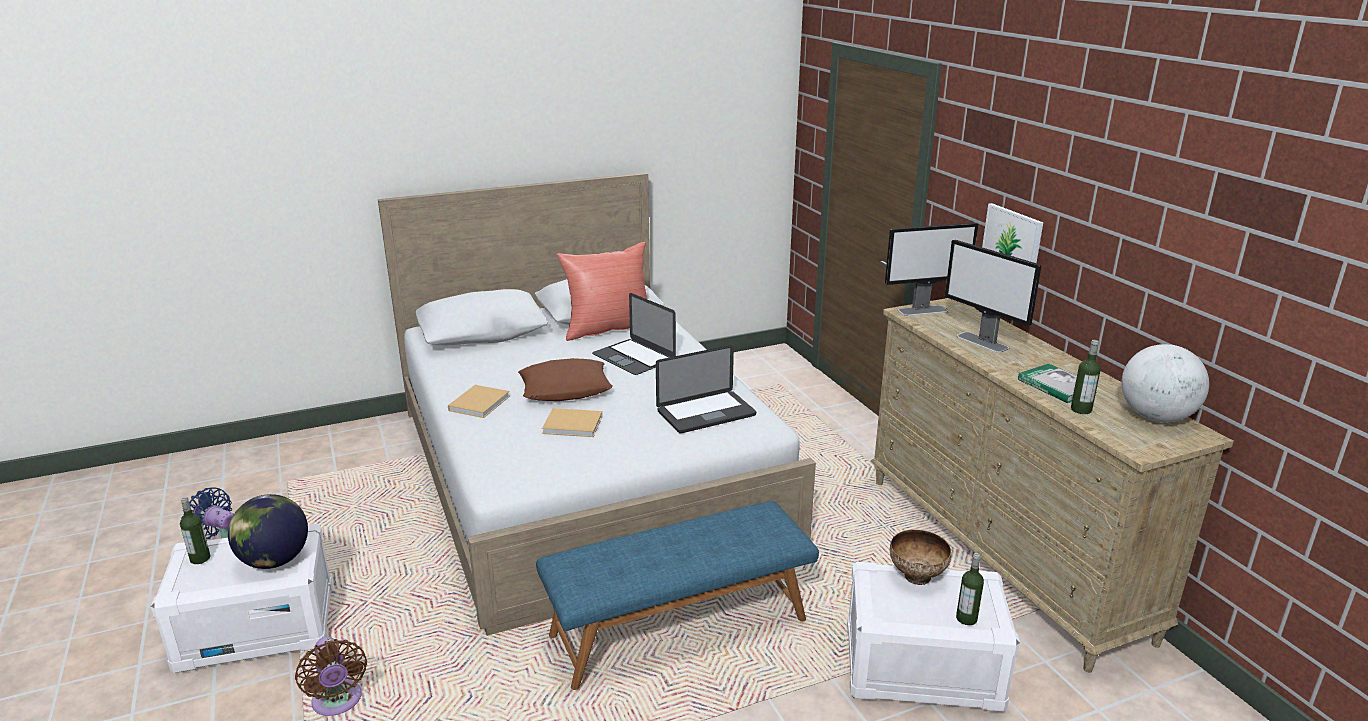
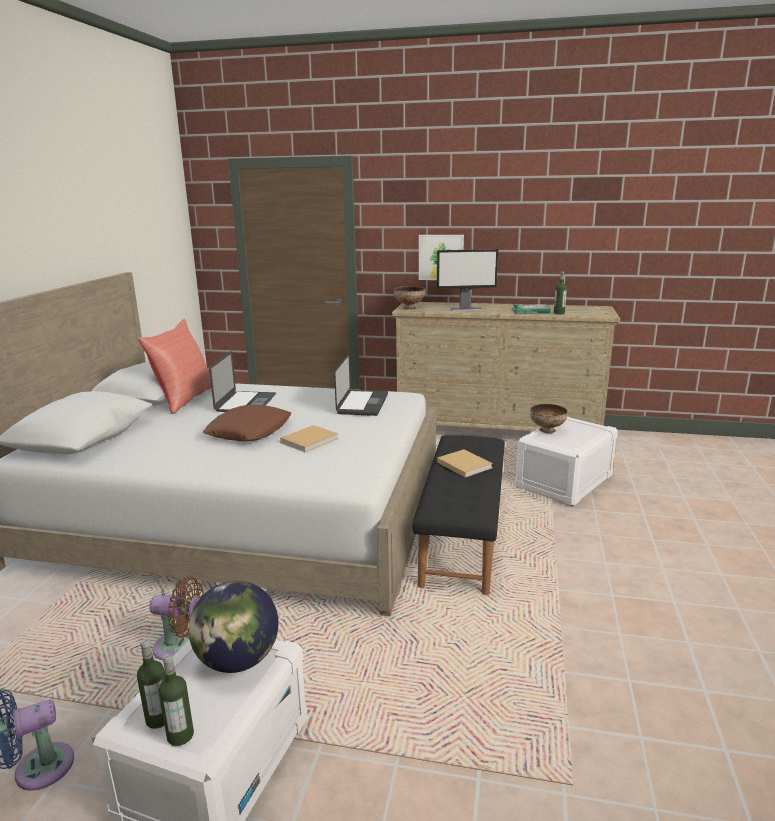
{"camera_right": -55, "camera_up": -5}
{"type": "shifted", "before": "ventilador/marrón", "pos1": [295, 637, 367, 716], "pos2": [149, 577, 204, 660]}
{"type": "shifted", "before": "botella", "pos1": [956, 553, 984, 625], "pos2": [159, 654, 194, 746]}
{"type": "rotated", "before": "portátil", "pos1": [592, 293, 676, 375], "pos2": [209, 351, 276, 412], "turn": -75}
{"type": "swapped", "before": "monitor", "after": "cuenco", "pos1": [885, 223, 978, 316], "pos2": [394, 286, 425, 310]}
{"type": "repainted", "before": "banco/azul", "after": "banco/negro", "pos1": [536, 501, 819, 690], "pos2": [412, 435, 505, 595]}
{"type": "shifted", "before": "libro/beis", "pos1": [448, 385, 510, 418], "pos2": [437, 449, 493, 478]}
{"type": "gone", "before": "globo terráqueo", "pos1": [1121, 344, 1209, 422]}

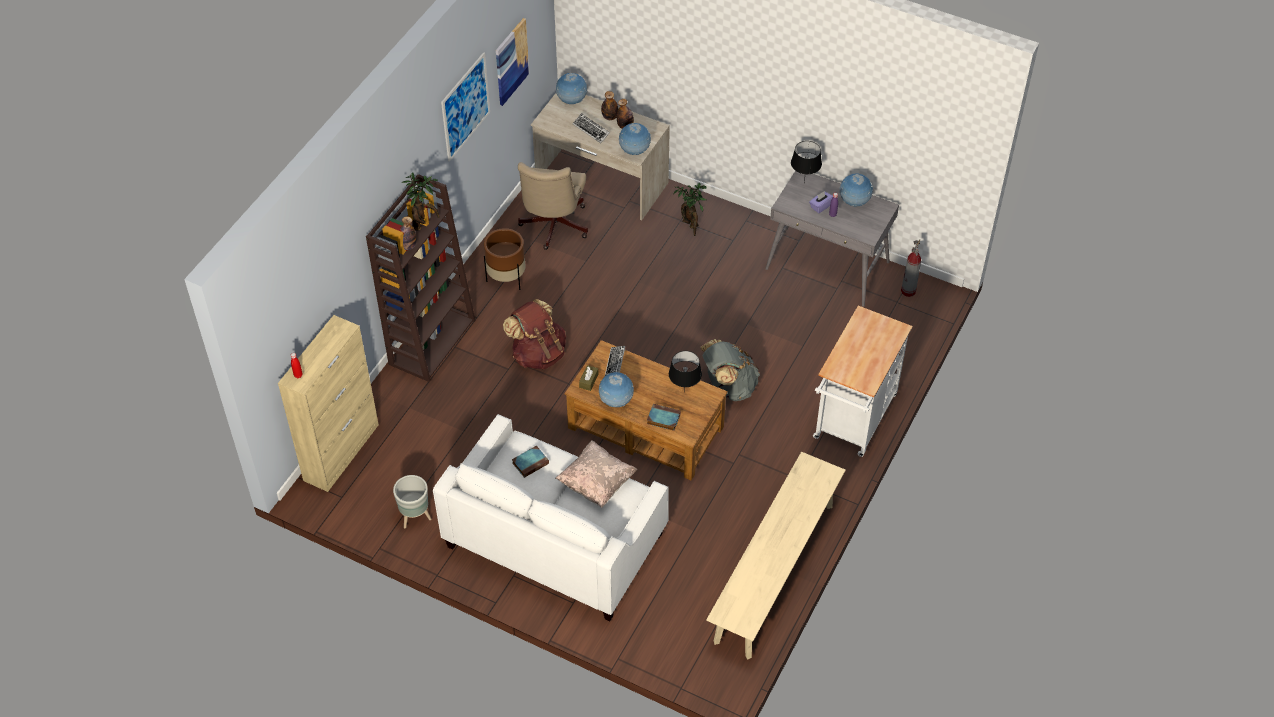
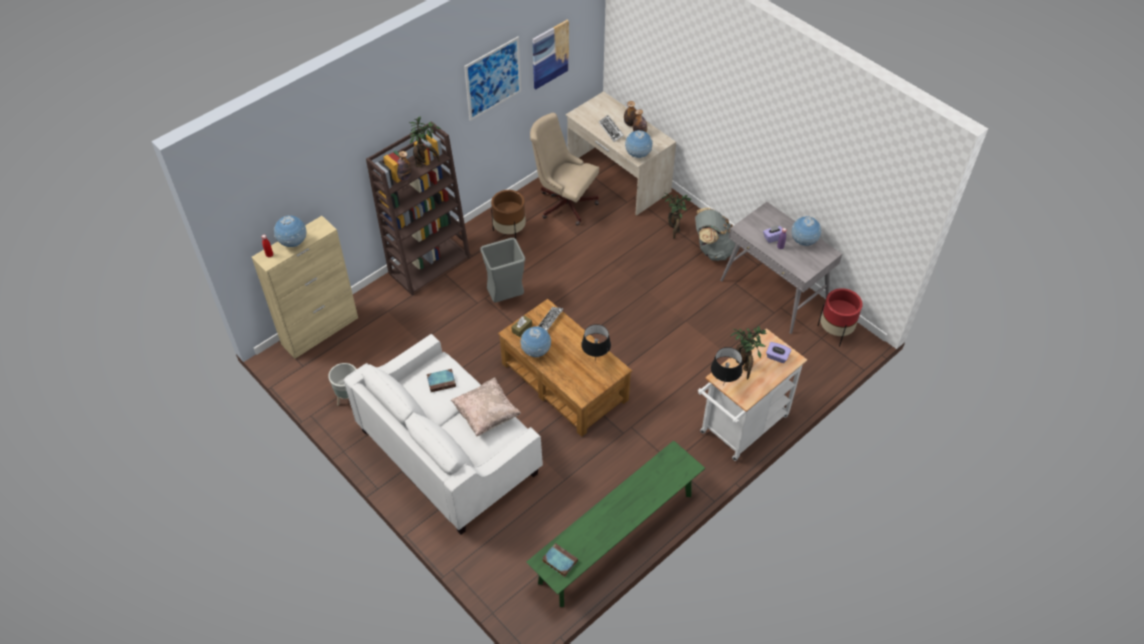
{"camera_right": 20, "camera_up": 0}
{"type": "shifted", "before": "globo terráqueo", "pos1": [556, 73, 588, 104], "pos2": [274, 215, 307, 247]}
{"type": "swapped", "before": "mochila/marrón", "after": "papelera/gris", "pos1": [503, 299, 566, 370], "pos2": [481, 238, 525, 303]}
{"type": "repainted", "before": "banco/beis", "after": "banco/verde", "pos1": [706, 452, 846, 660], "pos2": [526, 440, 705, 607]}
{"type": "rotated", "before": "silla de oficina/beis", "pos1": [518, 162, 588, 250], "pos2": [530, 113, 599, 226], "turn": 90}
{"type": "shifted", "before": "libro", "pos1": [647, 404, 681, 431], "pos2": [542, 543, 578, 577]}
{"type": "shifted", "before": "mochila/gris", "pos1": [700, 339, 760, 401], "pos2": [695, 208, 736, 261]}
{"type": "shifted", "before": "lámpara de mesa/negro", "pos1": [791, 141, 822, 183], "pos2": [711, 347, 743, 386]}
{"type": "new", "after": "planta en maceta", "pos2": [731, 326, 767, 379]}
{"type": "new", "after": "caja de pañuelos/morado", "pos2": [766, 342, 791, 363]}
{"type": "swapped", "before": "extintor", "after": "maceta/rojo", "pos1": [901, 239, 921, 297], "pos2": [818, 288, 862, 347]}

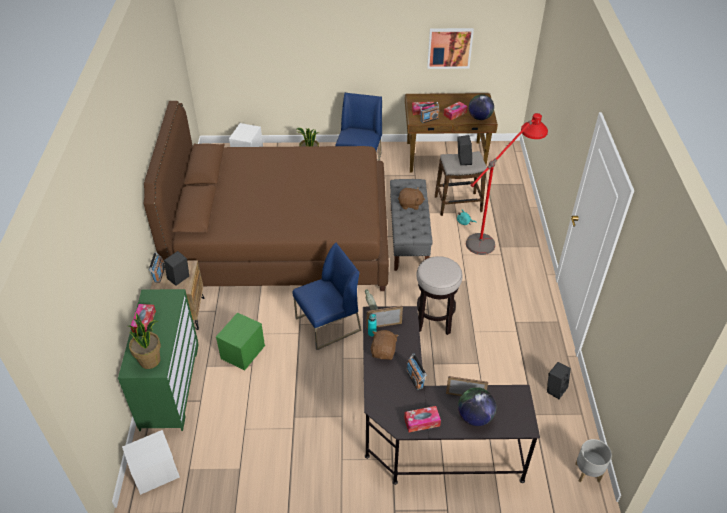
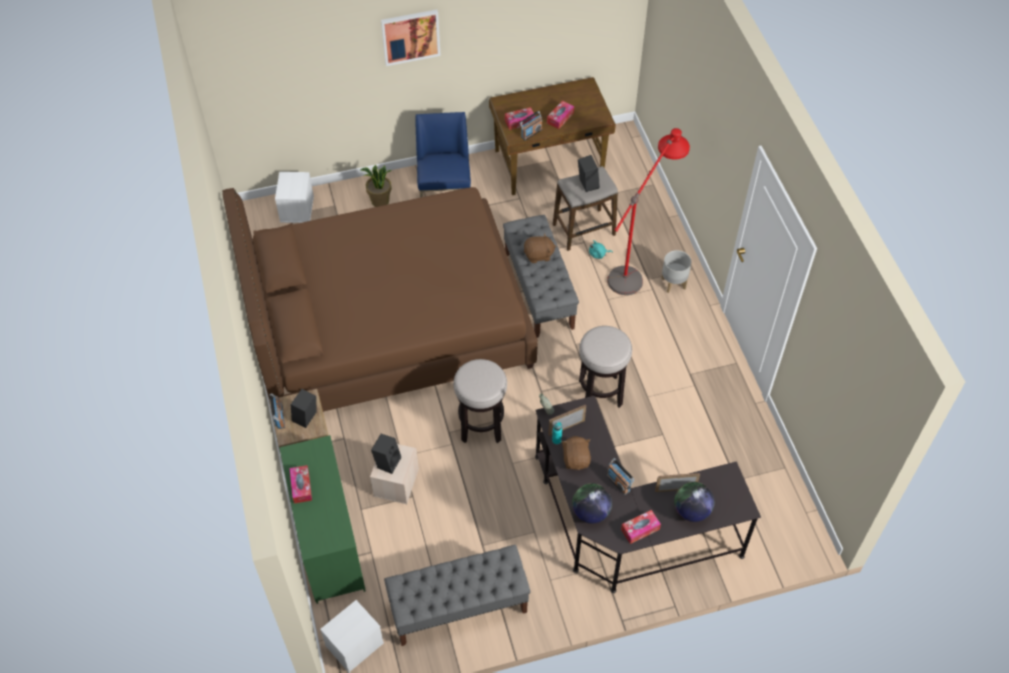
{"camera_right": -15, "camera_up": 10}
{"type": "repainted", "before": "caja de almacenaje/verde", "after": "caja de almacenaje/beis", "pos1": [216, 312, 265, 371], "pos2": [370, 444, 419, 504]}
{"type": "shifted", "before": "altavoz/negro", "pos1": [547, 362, 571, 399], "pos2": [371, 434, 401, 474]}
{"type": "shifted", "before": "cuadro", "pos1": [427, 28, 474, 69], "pos2": [381, 10, 441, 66]}
{"type": "new", "after": "banco/gris", "pos2": [384, 545, 531, 646]}
{"type": "swapped", "before": "silla/azul", "after": "taburete", "pos1": [293, 243, 361, 350], "pos2": [453, 359, 507, 443]}
{"type": "shifted", "before": "globo terráqueo", "pos1": [469, 94, 494, 120], "pos2": [572, 483, 612, 524]}
{"type": "shifted", "before": "maceta/gris", "pos1": [575, 439, 612, 483], "pos2": [661, 250, 691, 293]}
{"type": "gone", "before": "planta en maceta", "pos1": [129, 313, 161, 369]}

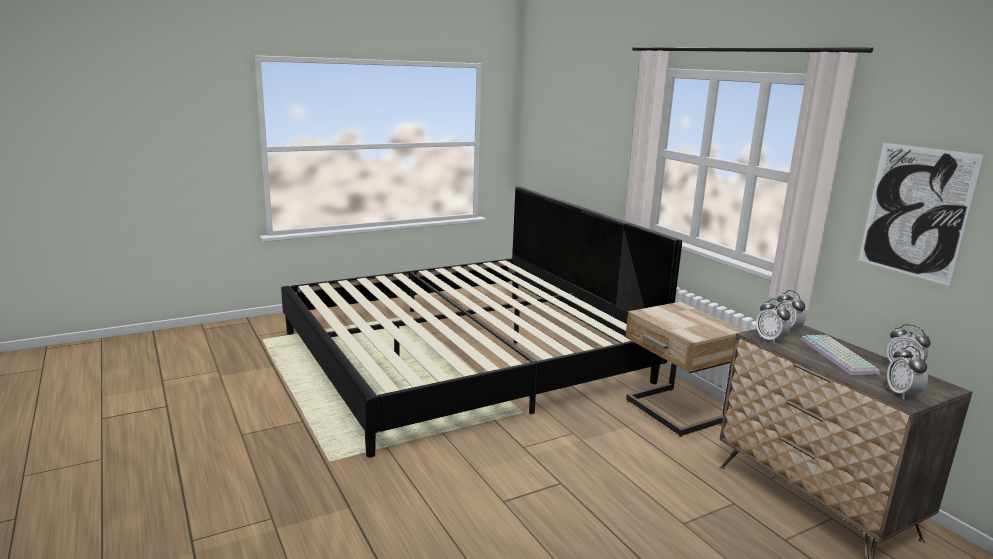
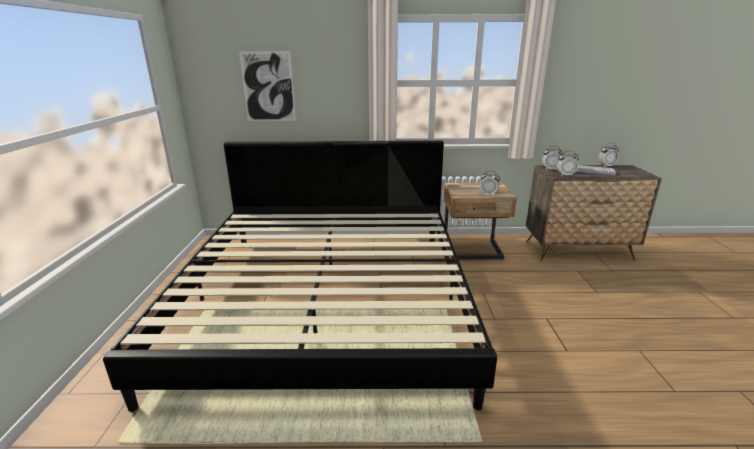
{"camera_right": -60, "camera_up": 5}
{"type": "shifted", "before": "cuadro", "pos1": [859, 143, 984, 286], "pos2": [239, 51, 296, 121]}
{"type": "shifted", "before": "despertador", "pos1": [887, 346, 928, 399], "pos2": [480, 171, 500, 196]}

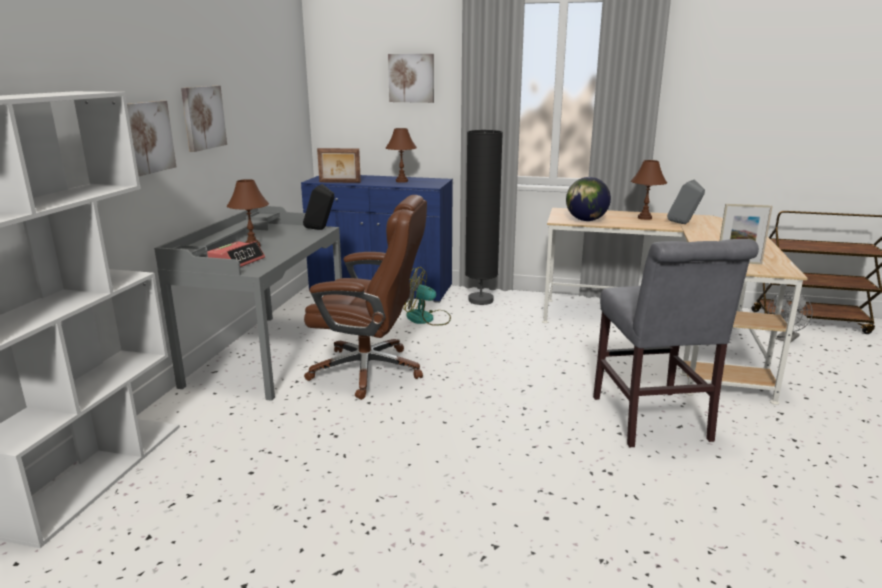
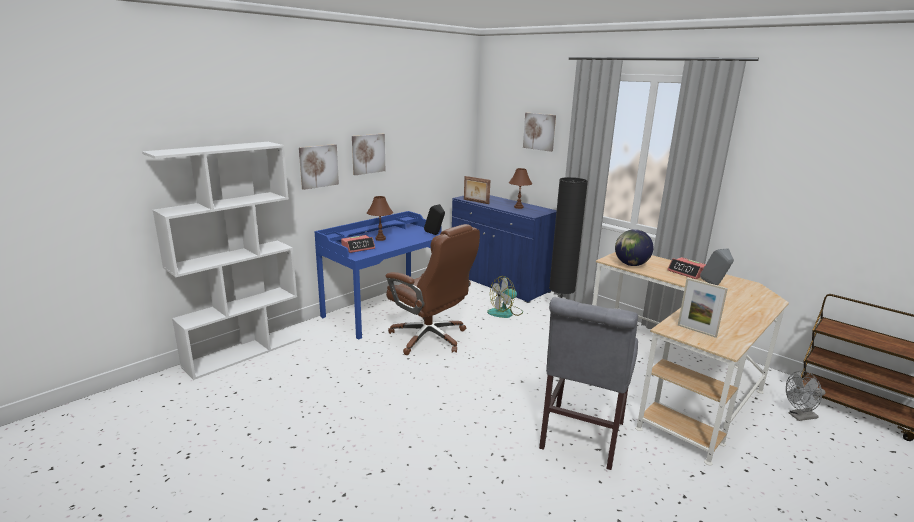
{"camera_right": 30, "camera_up": 0}
{"type": "repainted", "before": "escritorio/gris", "after": "escritorio/azul", "pos1": [154, 206, 342, 401], "pos2": [314, 211, 442, 340]}
{"type": "rotated", "before": "ventilador", "pos1": [404, 267, 451, 326], "pos2": [487, 276, 523, 318], "turn": -75}
{"type": "swapped", "before": "lámpara de mesa/marrón", "after": "despertador", "pos1": [631, 160, 667, 220], "pos2": [667, 257, 706, 279]}

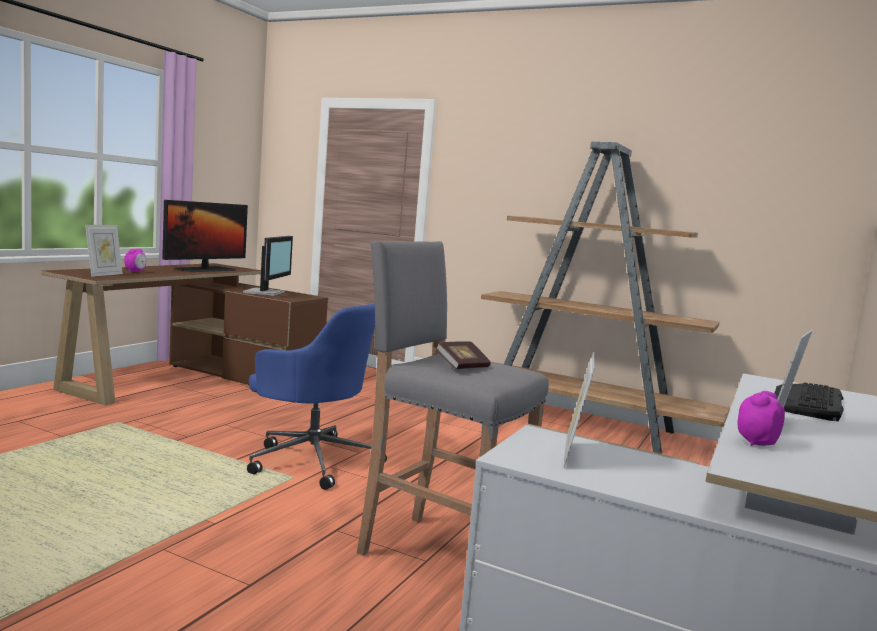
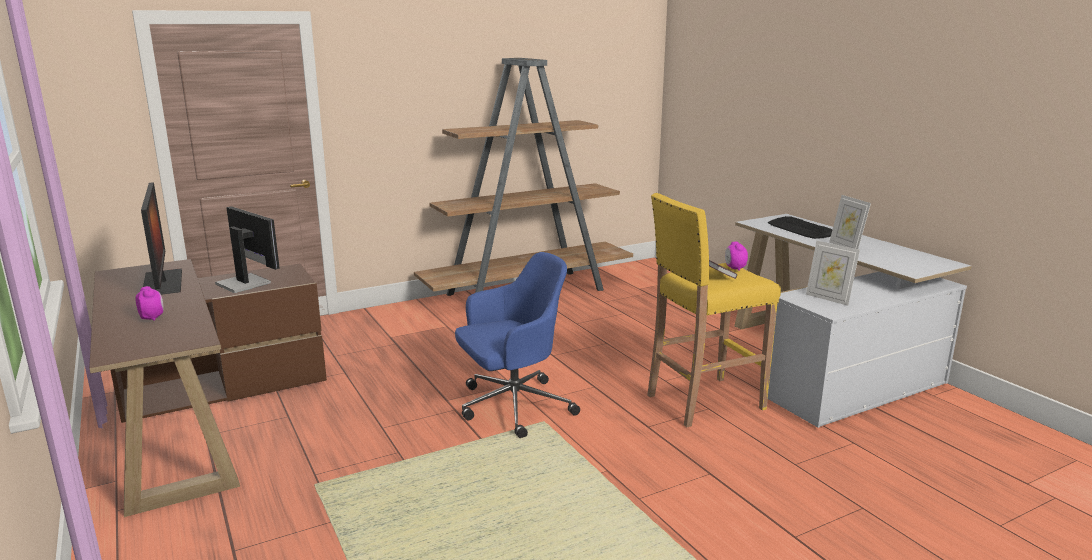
{"camera_right": -55, "camera_up": 10}
{"type": "repainted", "before": "taburete/gris", "after": "taburete/amarillo", "pos1": [357, 241, 549, 556], "pos2": [647, 193, 781, 428]}
{"type": "shifted", "before": "despertador", "pos1": [738, 391, 785, 446], "pos2": [725, 242, 748, 271]}
{"type": "gone", "before": "portarretratos", "pos1": [85, 225, 123, 277]}

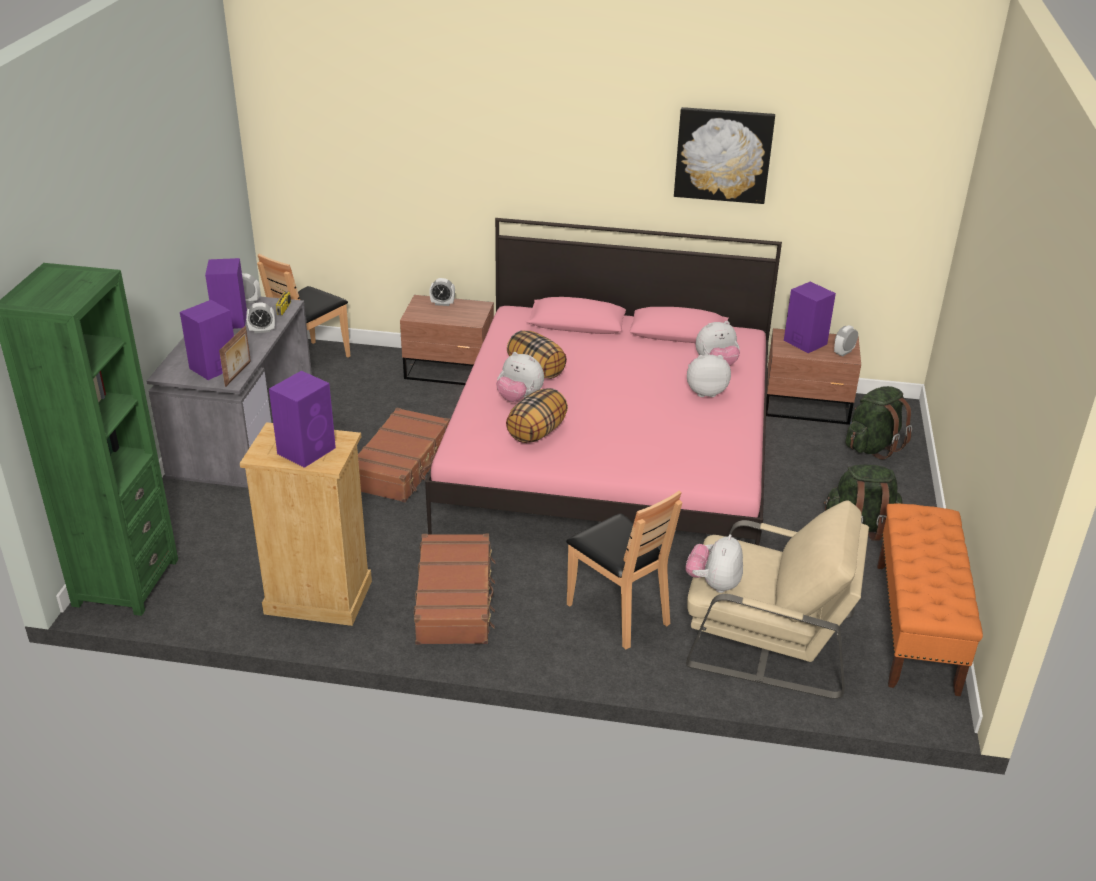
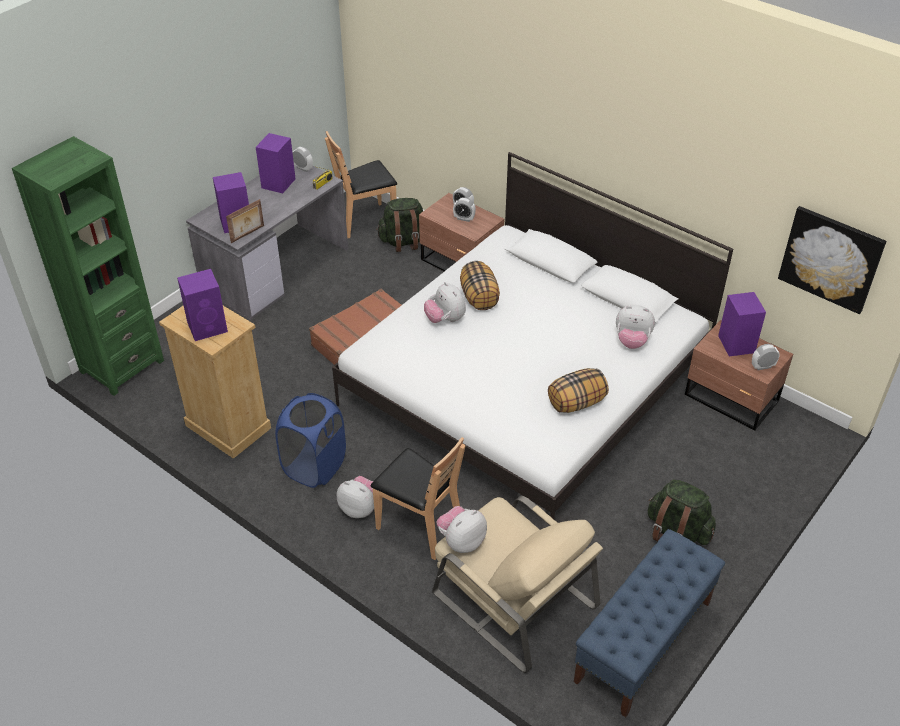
{"camera_right": 30, "camera_up": 10}
{"type": "swapped", "before": "maleta/marrón", "after": "cesto de la ropa/azul", "pos1": [414, 534, 495, 645], "pos2": [275, 393, 346, 488]}
{"type": "repainted", "before": "cama/rosa", "after": "cama/blanco", "pos1": [425, 218, 782, 545], "pos2": [332, 152, 733, 519]}
{"type": "shifted", "before": "peluche", "pos1": [687, 355, 731, 397], "pos2": [337, 476, 374, 518]}
{"type": "rotated", "before": "silla/marrón", "pos1": [566, 490, 682, 649], "pos2": [371, 437, 466, 560], "turn": -45}
{"type": "shifted", "before": "mochila/verde", "pos1": [846, 386, 912, 460], "pos2": [376, 198, 423, 252]}
{"type": "shifted", "before": "despertador", "pos1": [246, 302, 275, 333], "pos2": [453, 197, 476, 222]}
{"type": "shifted", "before": "cojín", "pos1": [506, 388, 568, 443], "pos2": [548, 368, 609, 413]}
{"type": "repainted", "before": "banco/naranja", "after": "banco/azul", "pos1": [877, 503, 983, 696], "pos2": [574, 529, 725, 717]}
{"type": "shifted", "before": "cuadro", "pos1": [674, 107, 775, 204], "pos2": [778, 206, 886, 314]}

